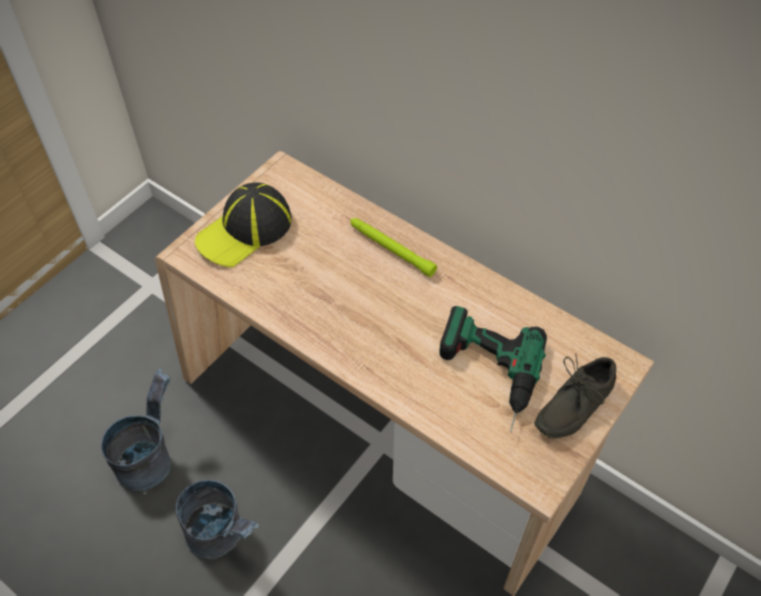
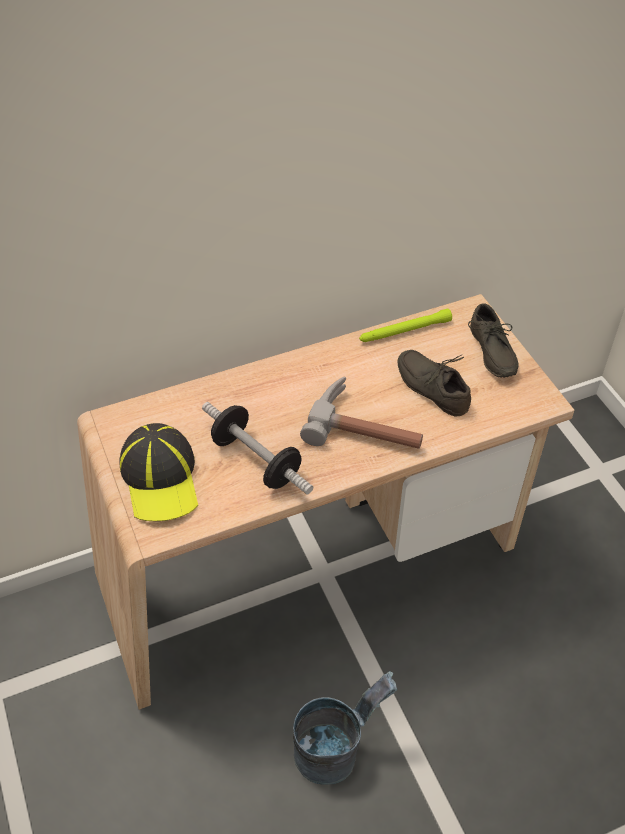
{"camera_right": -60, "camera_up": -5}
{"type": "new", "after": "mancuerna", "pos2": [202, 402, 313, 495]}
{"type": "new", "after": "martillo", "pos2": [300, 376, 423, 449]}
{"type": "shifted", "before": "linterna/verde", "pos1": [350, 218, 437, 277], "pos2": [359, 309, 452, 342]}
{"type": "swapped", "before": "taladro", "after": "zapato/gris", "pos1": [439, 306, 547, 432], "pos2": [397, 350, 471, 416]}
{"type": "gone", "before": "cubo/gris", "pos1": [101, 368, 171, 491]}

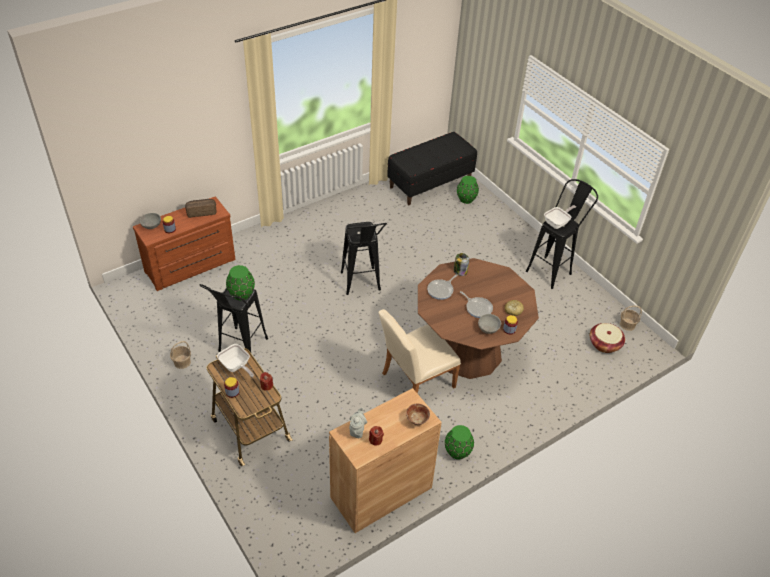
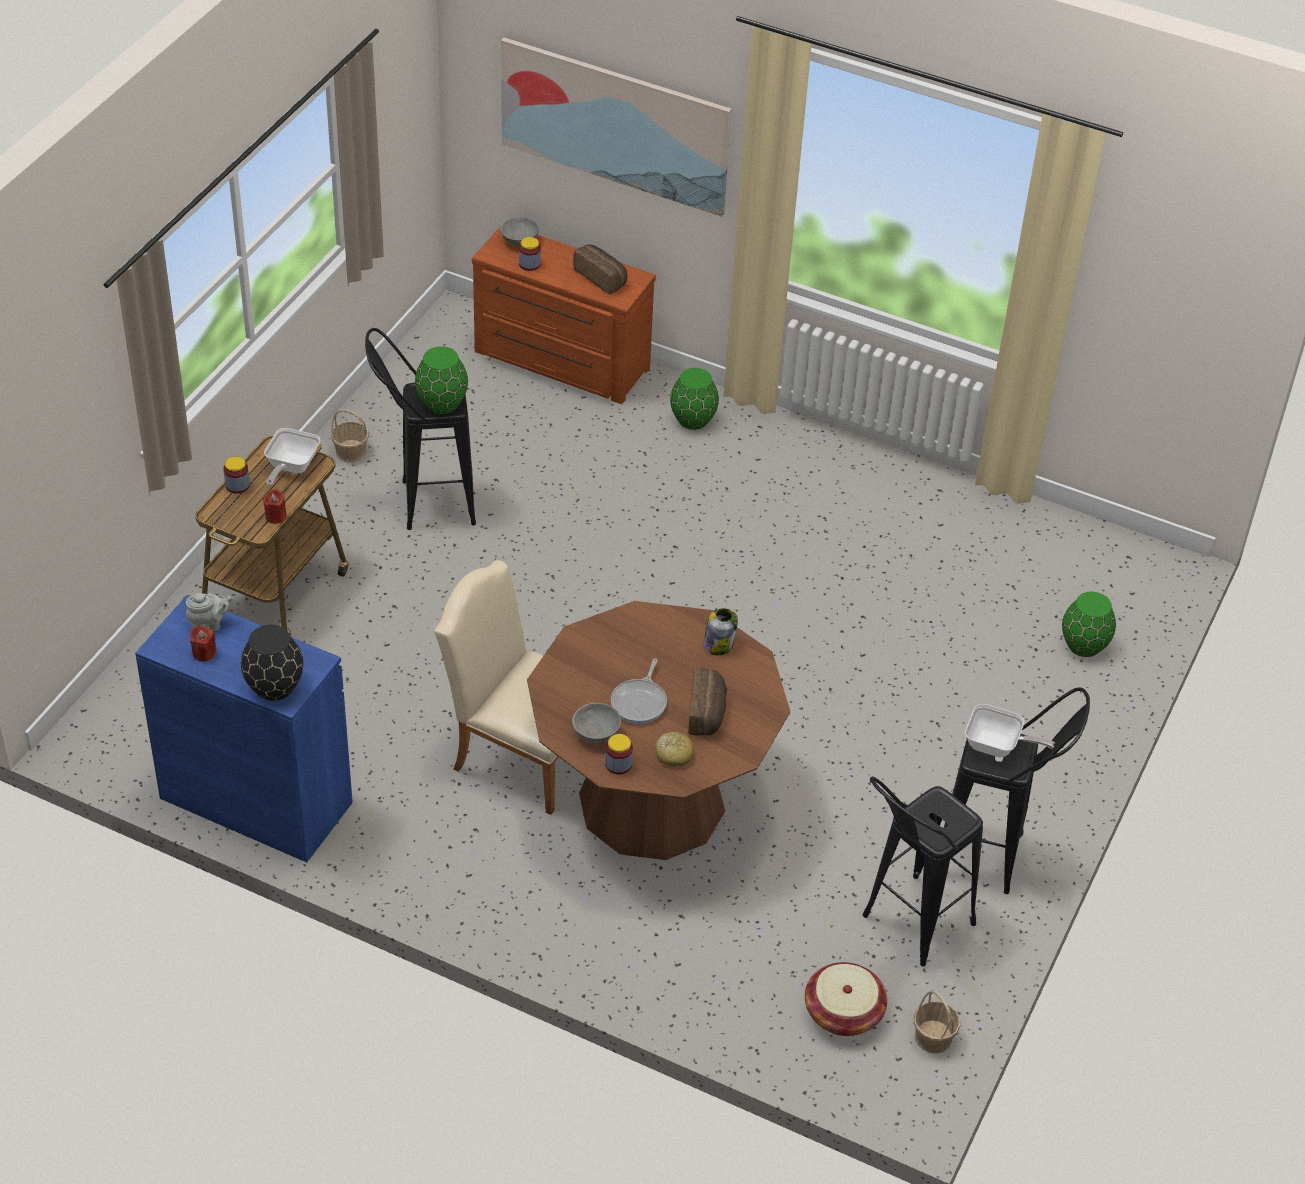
{"camera_right": 60, "camera_up": 0}
{"type": "repainted", "before": "armario/marrón", "after": "armario/azul", "pos1": [329, 388, 442, 533], "pos2": [135, 595, 353, 863]}
{"type": "swapped", "before": "cuenco", "after": "florero/negro", "pos1": [406, 404, 430, 425], "pos2": [241, 625, 303, 701]}
{"type": "new", "after": "cuadro", "pos2": [501, 37, 732, 217]}
{"type": "shifted", "before": "florero/verde", "pos1": [445, 425, 474, 460], "pos2": [670, 368, 719, 430]}
{"type": "new", "after": "pan", "pos2": [688, 668, 727, 736]}
{"type": "shifted", "before": "taburete/negro", "pos1": [341, 222, 387, 295], "pos2": [863, 776, 983, 966]}
{"type": "gone", "before": "banco/negro", "pos1": [387, 132, 477, 205]}
{"type": "gone", "before": "sartén", "pos1": [427, 274, 458, 300]}

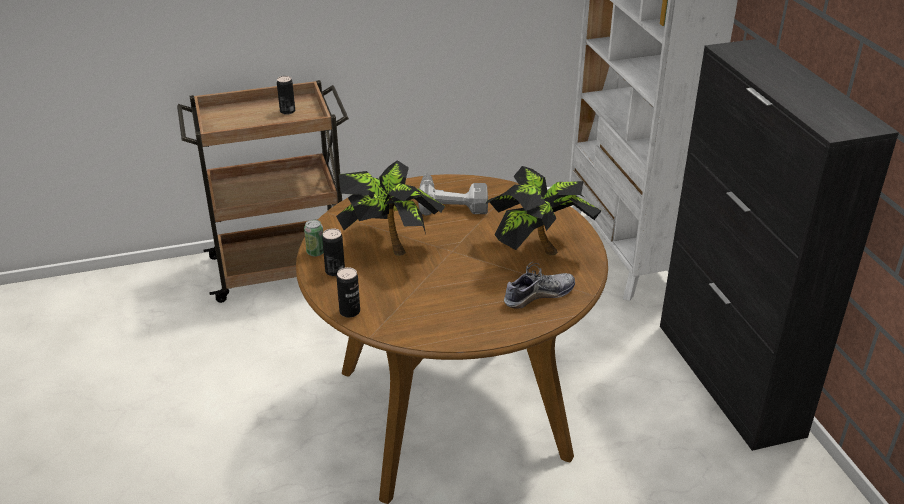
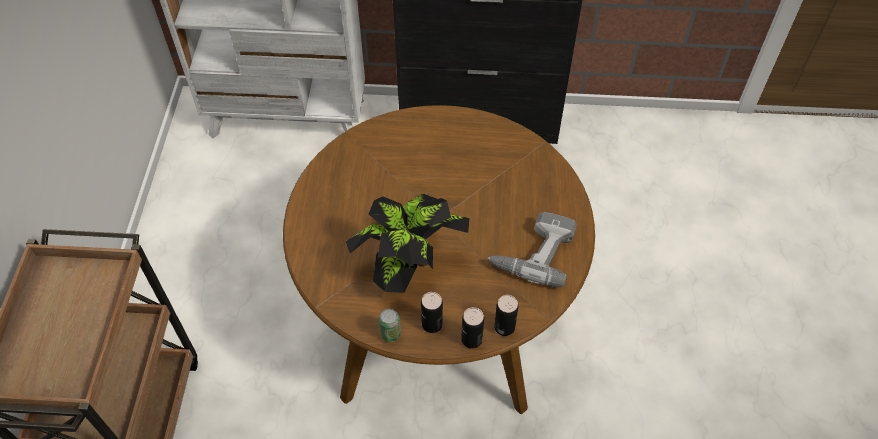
{"camera_right": -70, "camera_up": 20}
{"type": "shifted", "before": "lata", "pos1": [277, 76, 295, 115], "pos2": [461, 307, 484, 349]}
{"type": "shifted", "before": "taladro", "pos1": [418, 173, 488, 215], "pos2": [488, 212, 577, 287]}
{"type": "gone", "before": "planta en maceta", "pos1": [485, 166, 602, 255]}
{"type": "gone", "before": "zapato", "pos1": [504, 262, 575, 309]}

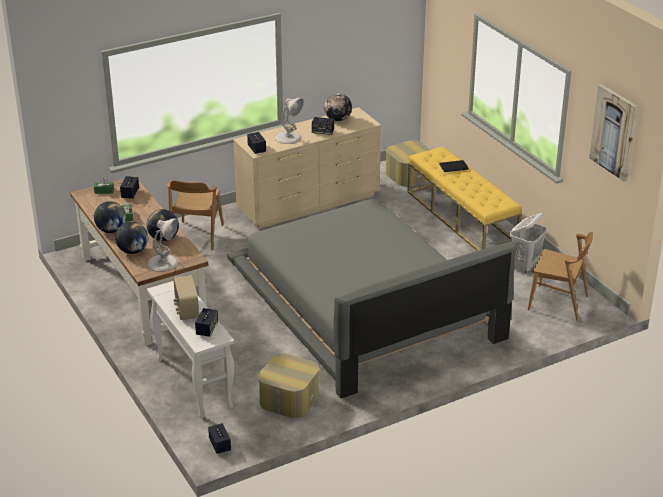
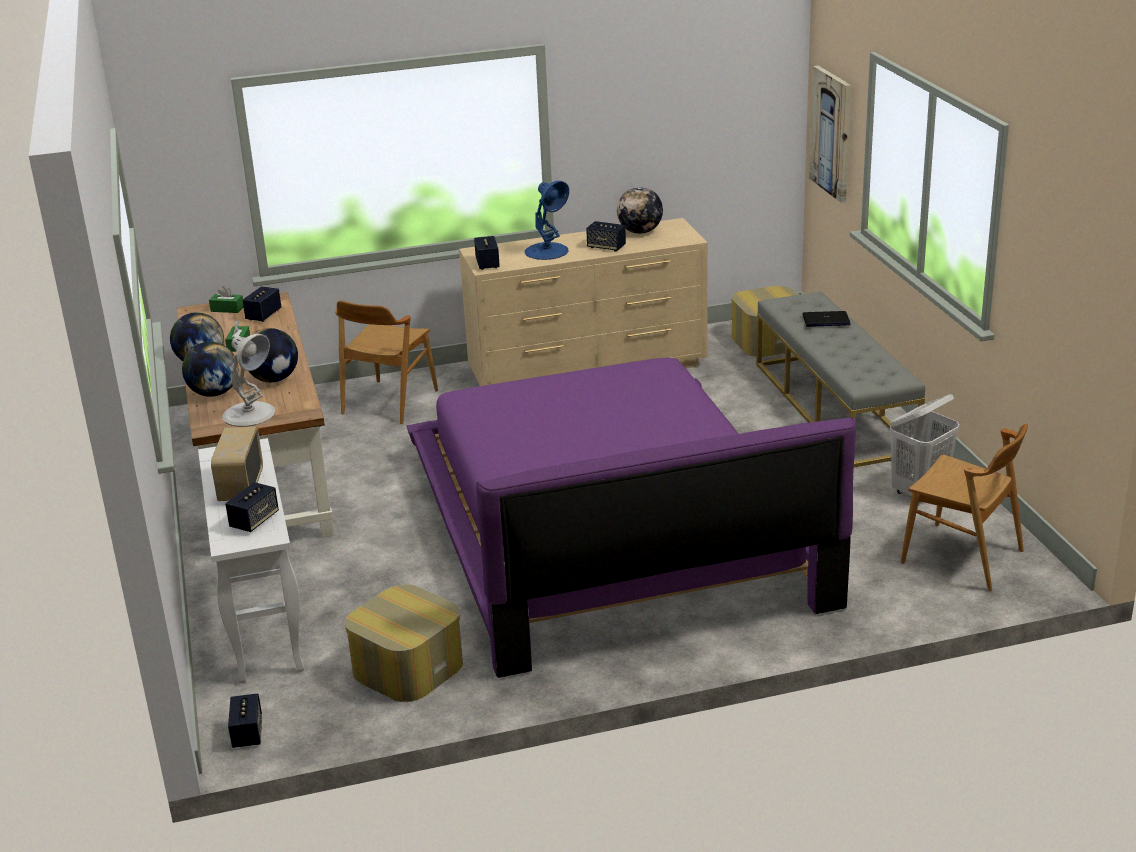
{"camera_right": 15, "camera_up": -5}
{"type": "repainted", "before": "cama/gris", "after": "cama/morado", "pos1": [227, 199, 516, 399], "pos2": [406, 357, 856, 678]}
{"type": "repainted", "before": "lámpara de mesa/blanco", "after": "lámpara de mesa/azul", "pos1": [275, 98, 304, 144], "pos2": [525, 181, 569, 260]}
{"type": "repainted", "before": "banco/amarillo", "after": "banco/gris", "pos1": [407, 146, 522, 251], "pos2": [756, 291, 925, 467]}
{"type": "shifted", "before": "cuadro", "pos1": [589, 84, 638, 182], "pos2": [809, 65, 851, 203]}

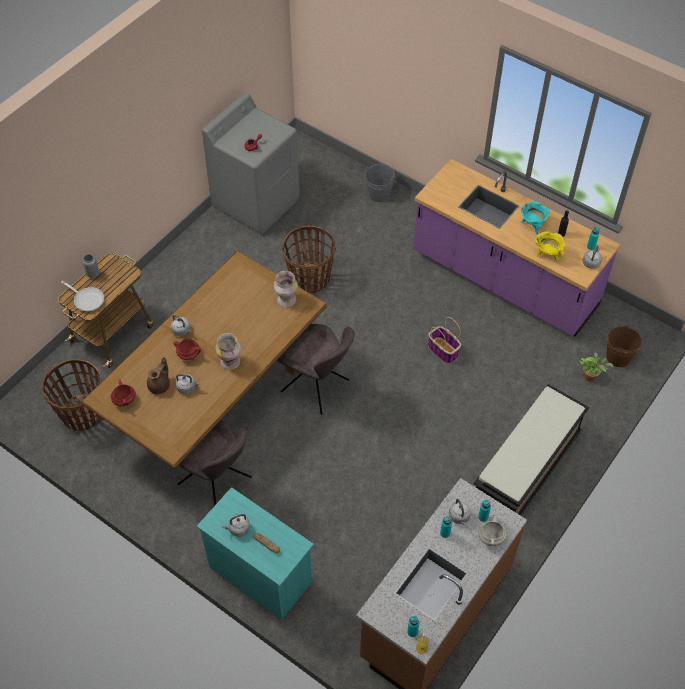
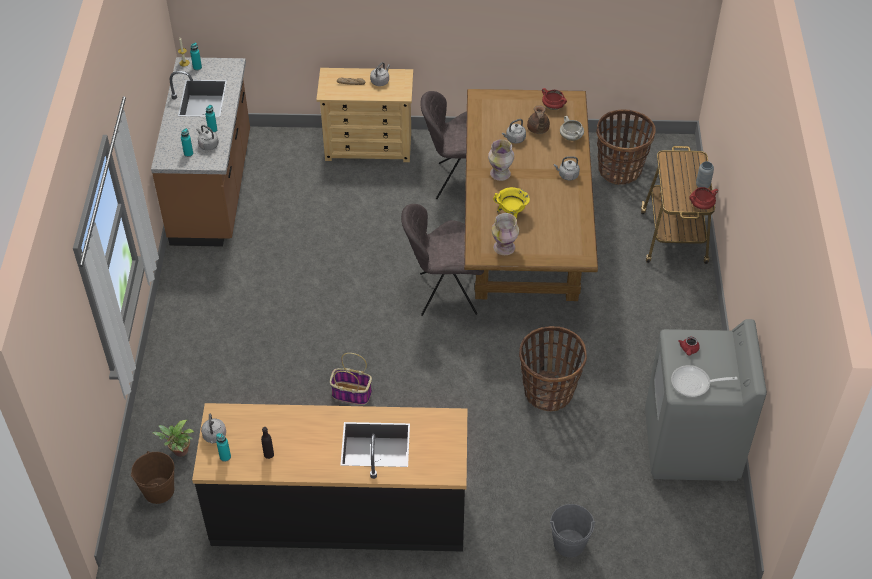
{"camera_right": 145, "camera_up": -5}
{"type": "repainted", "before": "mueble bajo de cocina/morado", "after": "mueble bajo de cocina/negro", "pos1": [413, 159, 620, 337], "pos2": [192, 403, 467, 552]}
{"type": "repainted", "before": "cómoda/turquesa", "after": "cómoda/beis", "pos1": [197, 487, 314, 620], "pos2": [316, 68, 413, 162]}
{"type": "shifted", "before": "olla/amarillo", "pos1": [535, 231, 565, 262], "pos2": [493, 187, 530, 219]}
{"type": "shifted", "before": "olla/blanco", "pos1": [479, 515, 506, 546], "pos2": [560, 116, 584, 141]}
{"type": "shifted", "before": "sartén", "pos1": [61, 281, 104, 311], "pos2": [671, 365, 738, 397]}
{"type": "shifted", "before": "olla/rojo", "pos1": [173, 339, 201, 360], "pos2": [689, 187, 718, 210]}
{"type": "gone", "before": "banco/negro", "pos1": [473, 384, 589, 516]}
{"type": "gone", "before": "olla/turquesa", "pos1": [521, 201, 550, 234]}

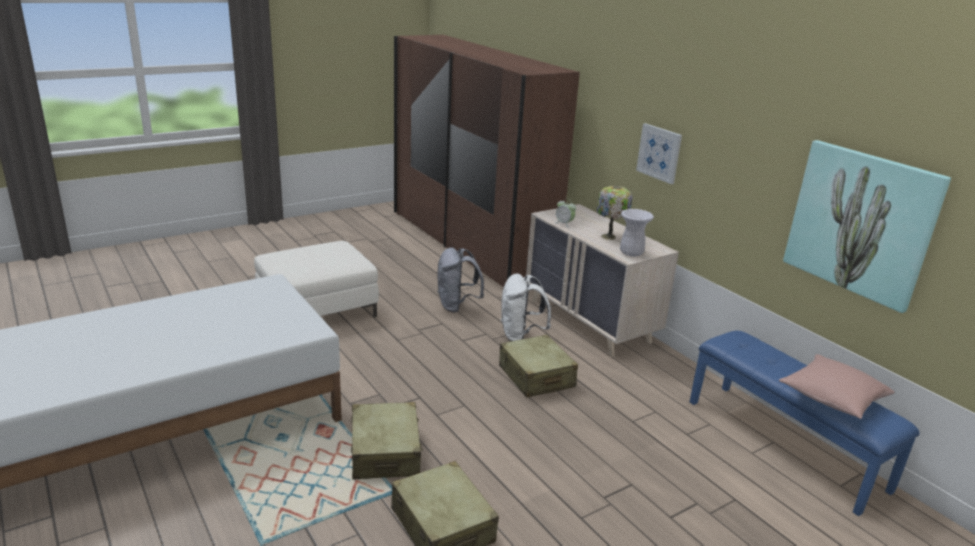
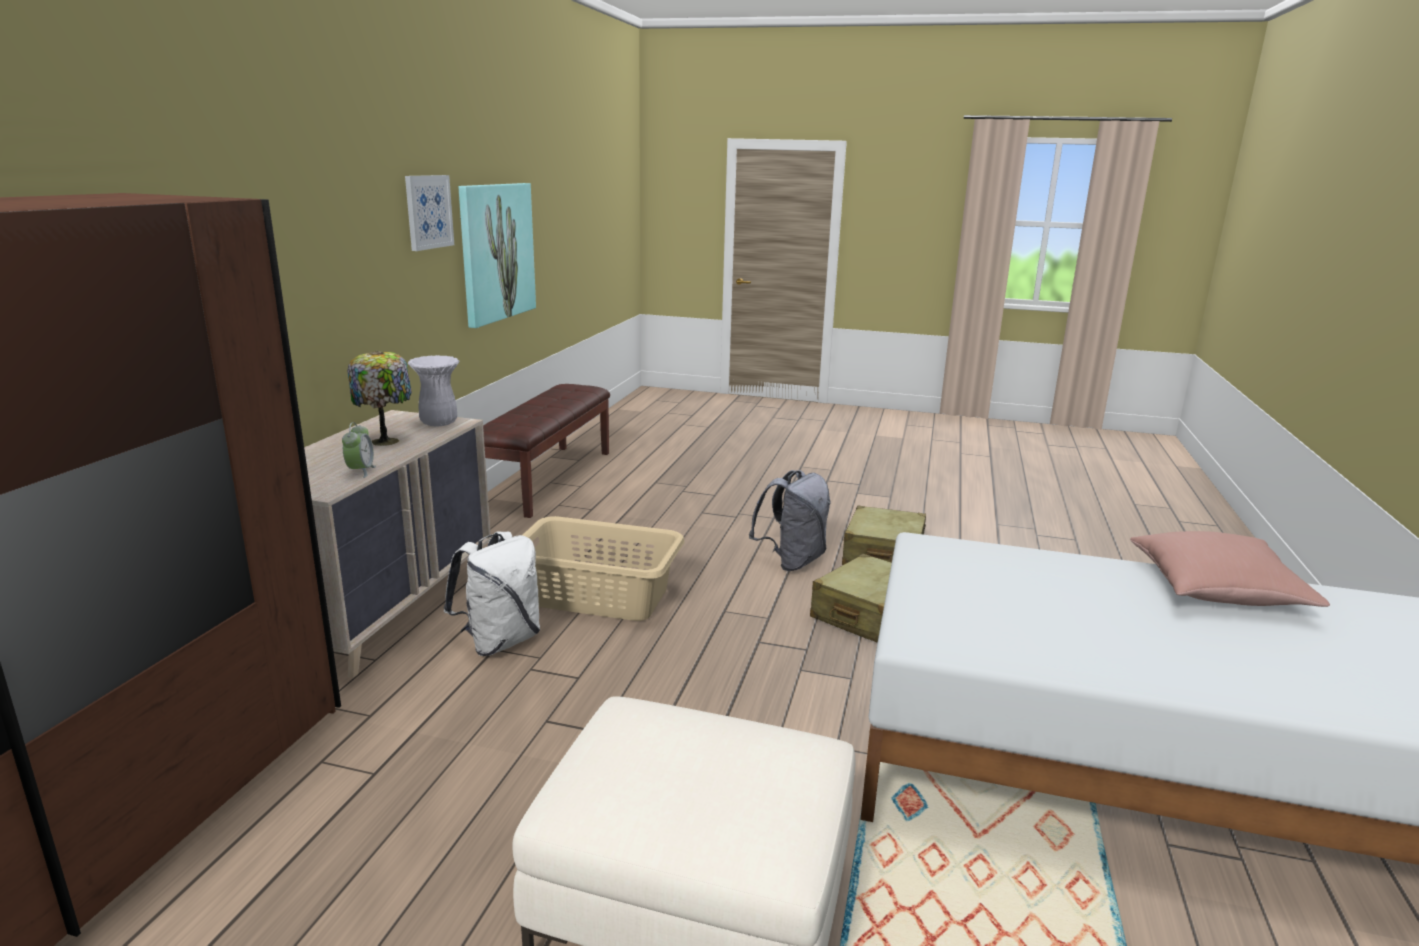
{"camera_right": -130, "camera_up": -5}
{"type": "shifted", "before": "cuadro", "pos1": [636, 123, 682, 184], "pos2": [405, 175, 454, 251]}
{"type": "repainted", "before": "banco/azul", "after": "banco/marrón", "pos1": [690, 331, 920, 516], "pos2": [483, 384, 610, 518]}
{"type": "swapped", "before": "maleta/beis", "after": "cesto de la ropa/beis", "pos1": [499, 335, 578, 398], "pos2": [522, 516, 685, 621]}
{"type": "shifted", "before": "mochila/gris", "pos1": [437, 247, 484, 313], "pos2": [749, 470, 830, 571]}
{"type": "shifted", "before": "cojín/rosa", "pos1": [779, 354, 895, 419], "pos2": [1130, 531, 1330, 607]}

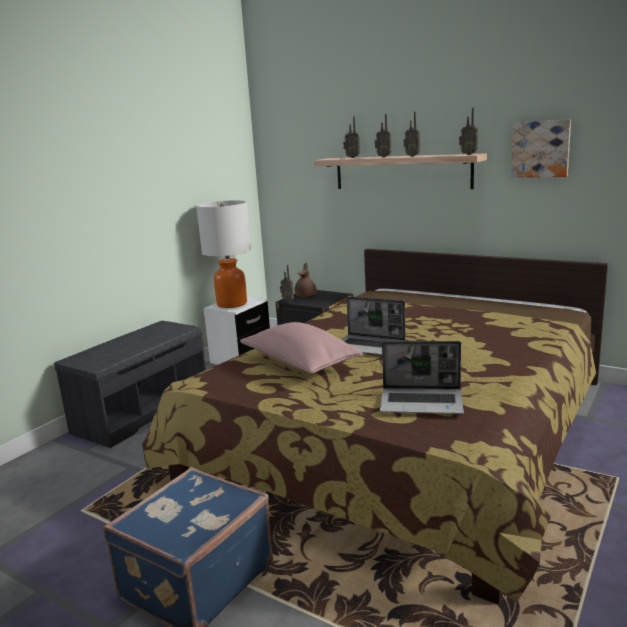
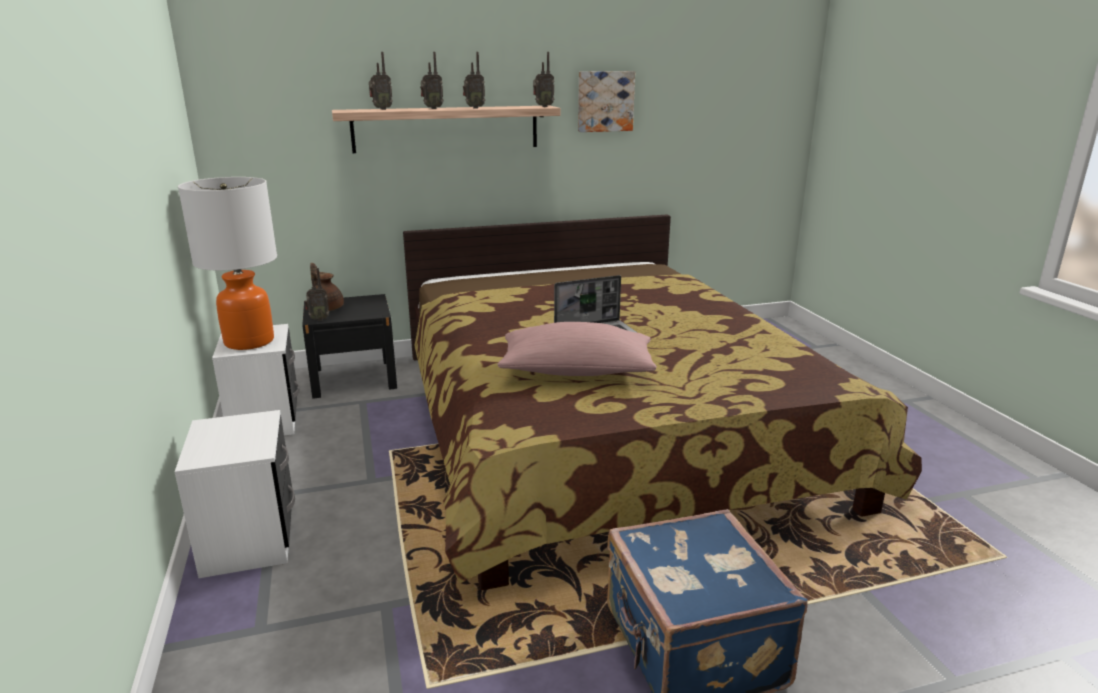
{"camera_right": -50, "camera_up": 5}
{"type": "swapped", "before": "banco/gris", "after": "mesita de noche/blanco", "pos1": [54, 321, 206, 448], "pos2": [175, 410, 295, 578]}
{"type": "gone", "before": "portátil", "pos1": [380, 341, 464, 414]}

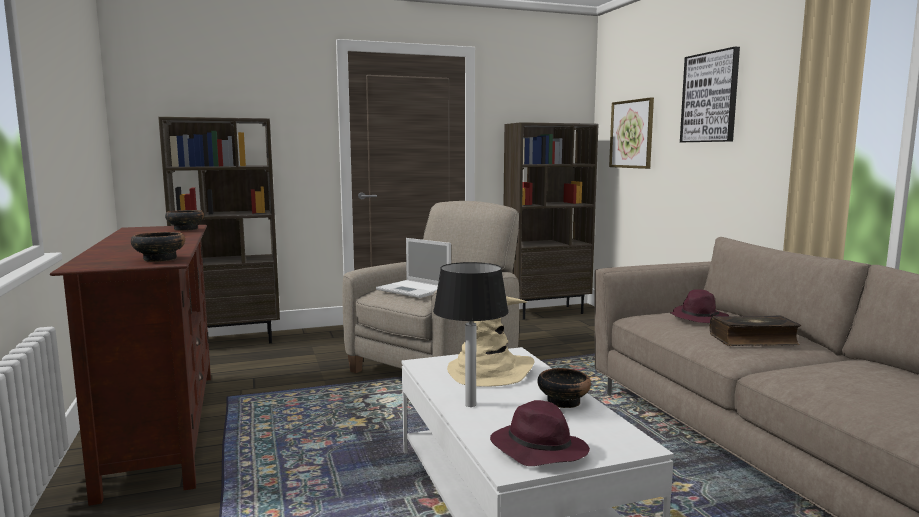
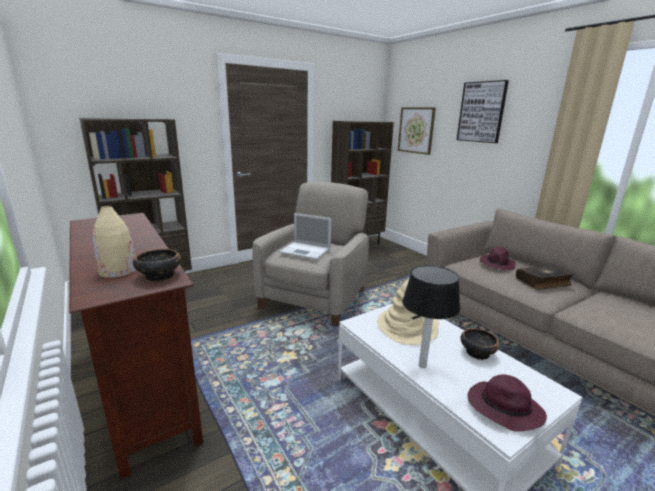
{"camera_right": -15, "camera_up": 10}
{"type": "new", "after": "florero/beis", "pos2": [93, 206, 136, 278]}
{"type": "gone", "before": "cuenco", "pos1": [165, 210, 204, 231]}

